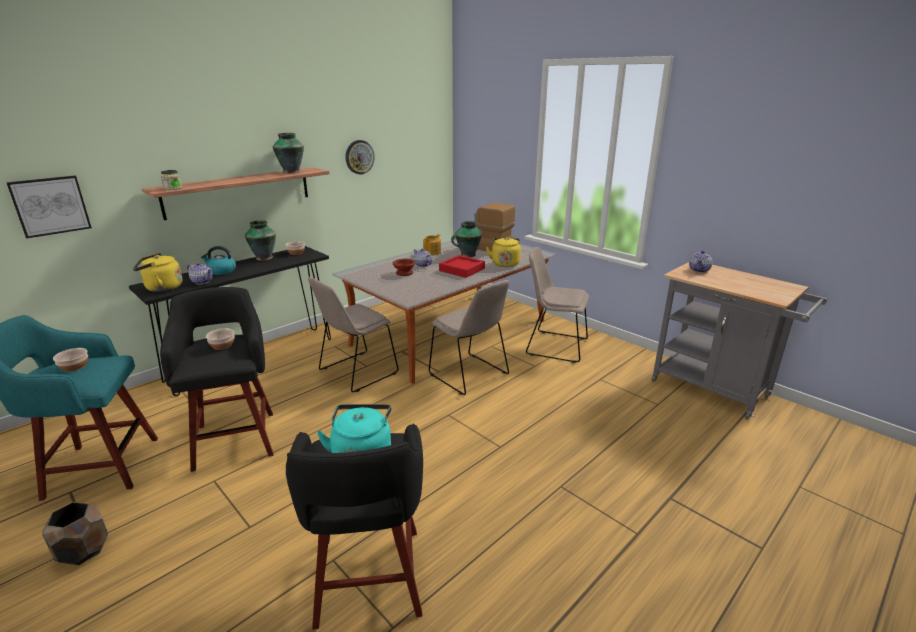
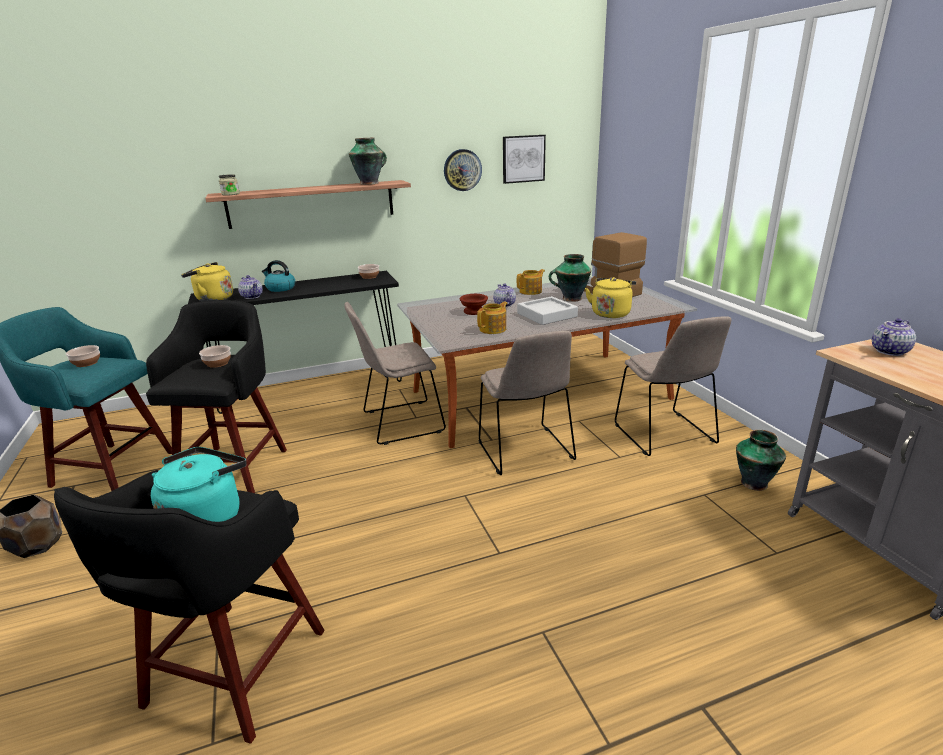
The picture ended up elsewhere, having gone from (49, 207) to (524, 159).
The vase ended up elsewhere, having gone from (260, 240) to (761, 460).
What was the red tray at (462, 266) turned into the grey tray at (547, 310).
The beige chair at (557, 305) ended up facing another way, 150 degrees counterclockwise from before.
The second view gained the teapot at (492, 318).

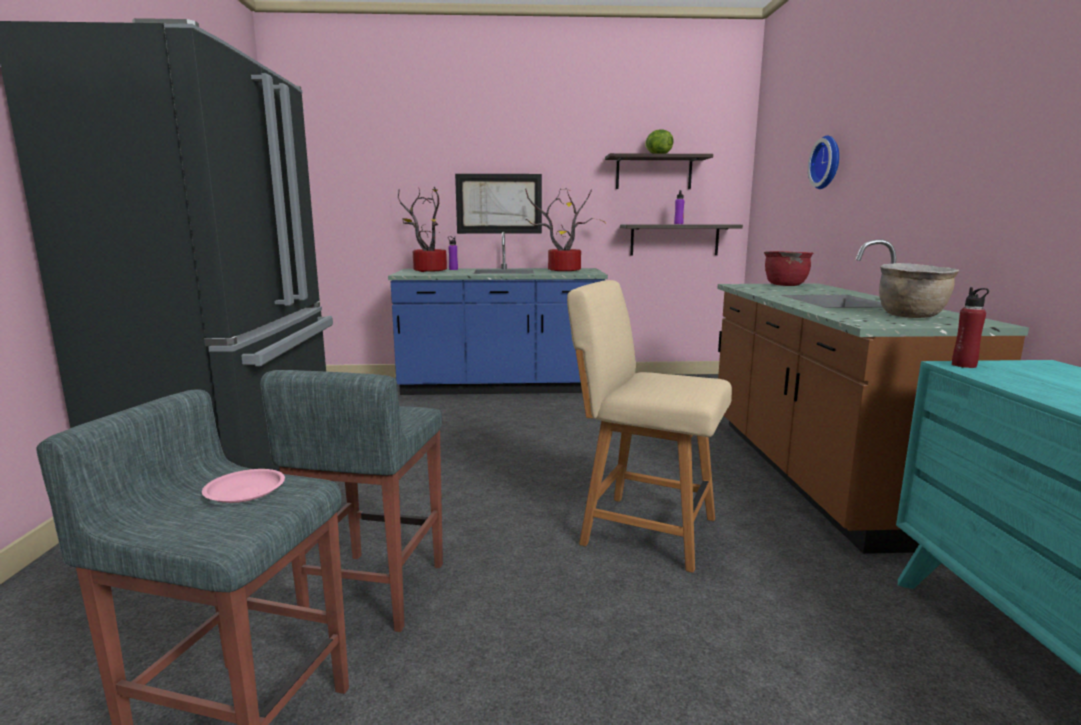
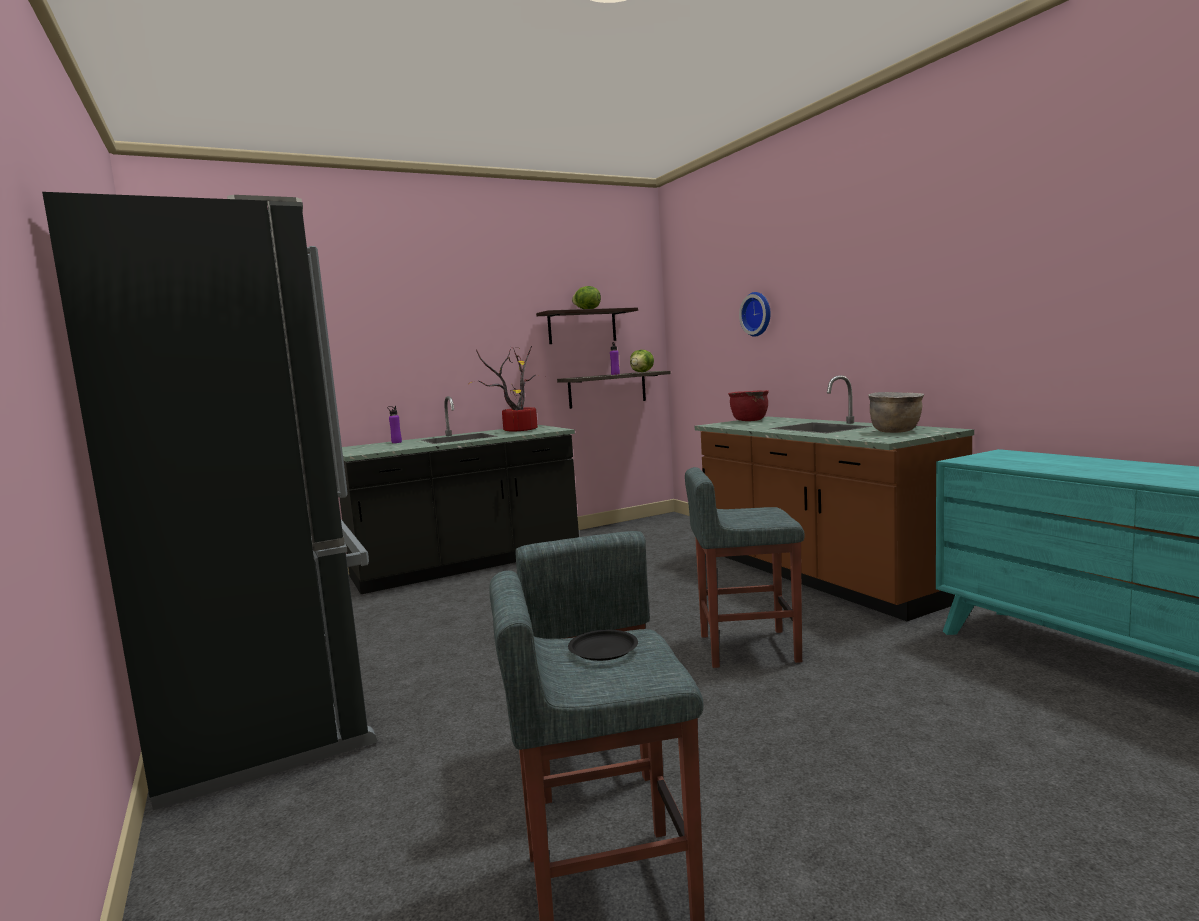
What was the pink plate at (243, 486) turned into the black plate at (603, 645).
What was the blue counter at (498, 313) turned into the black counter at (459, 495).
The second view lost the potted plant at (422, 229).
The second view lost the picture at (498, 204).
Where the beige chair stood at (649, 426), the grey stool came to stand at (745, 567).
The second view lost the red bottle at (970, 327).
The second view gained the lettuce at (642, 361).

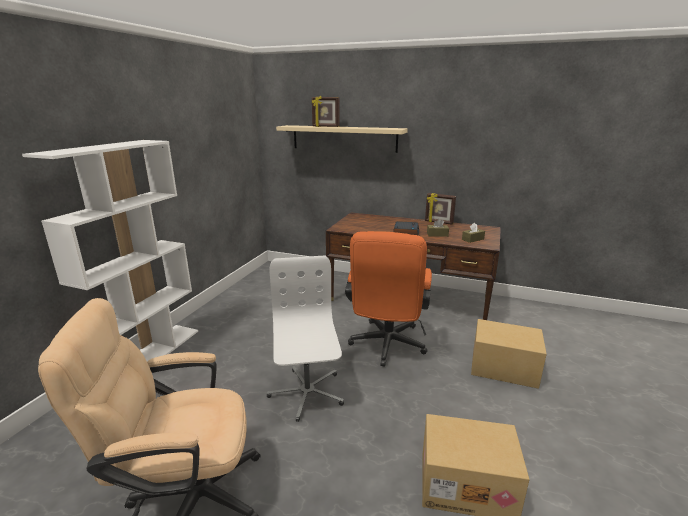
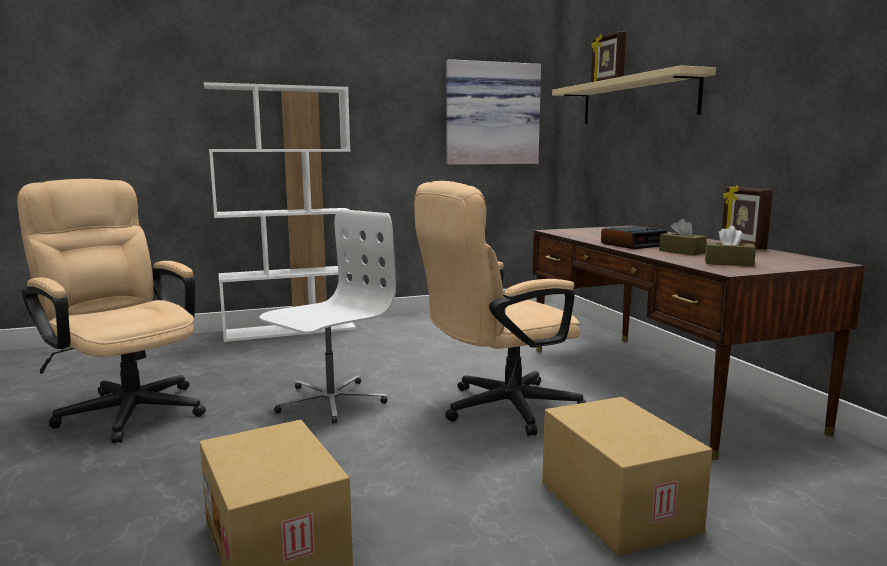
What was the orange office chair at (388, 298) turned into the beige office chair at (500, 308).
The second view gained the picture at (493, 112).

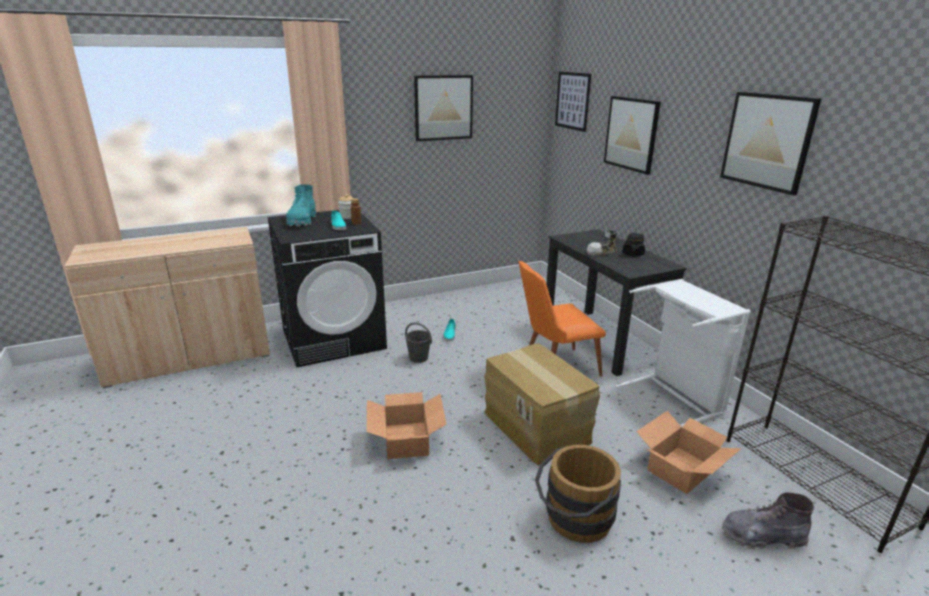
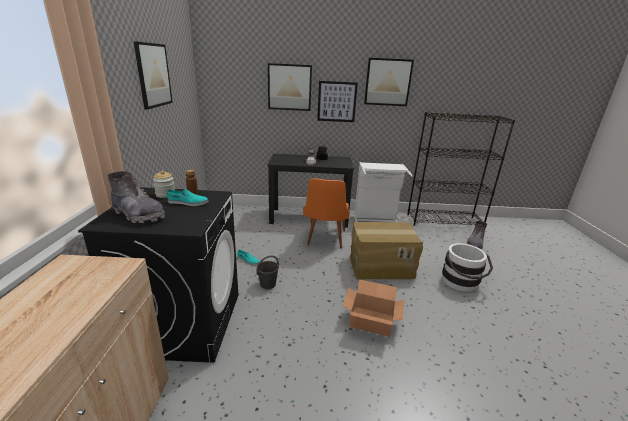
What was the turquoise boot at (301, 205) turned into the grey boot at (136, 197).
What was the brown bucket at (578, 494) turned into the white bucket at (467, 267).
The picture ended up elsewhere, having gone from (573, 102) to (337, 101).
The second view lost the cardboard box at (689, 452).

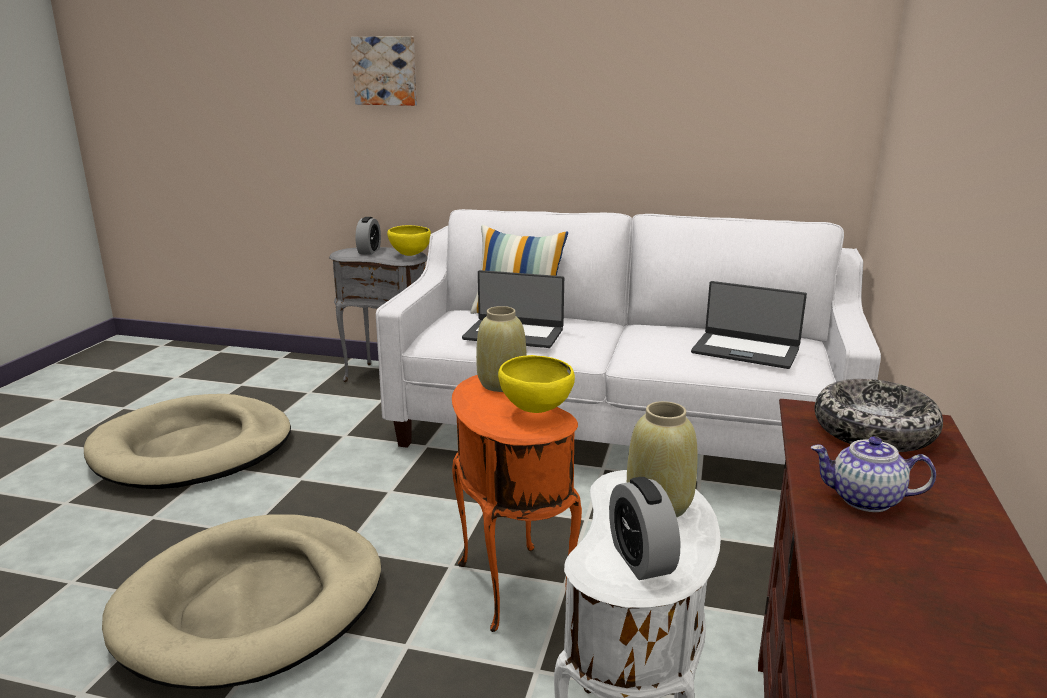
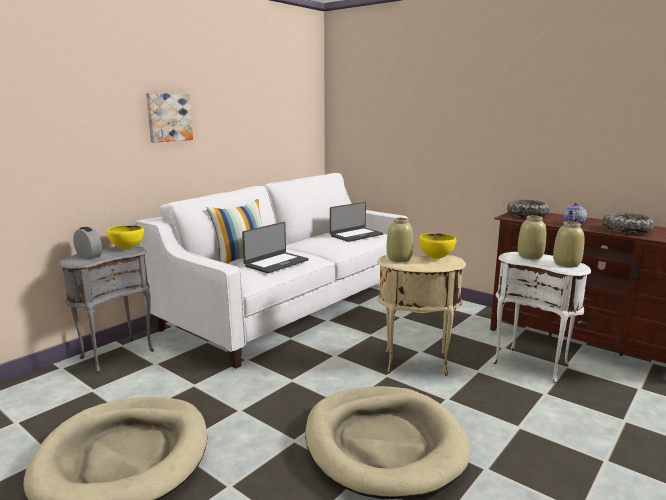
The picture ended up elsewhere, having gone from (384, 71) to (169, 117).
What was the orange side table at (517, 503) turned into the beige side table at (421, 315).
Where the alarm clock stood at (644, 528), the beige vase came to stand at (568, 244).
The second view gained the bowl at (628, 223).

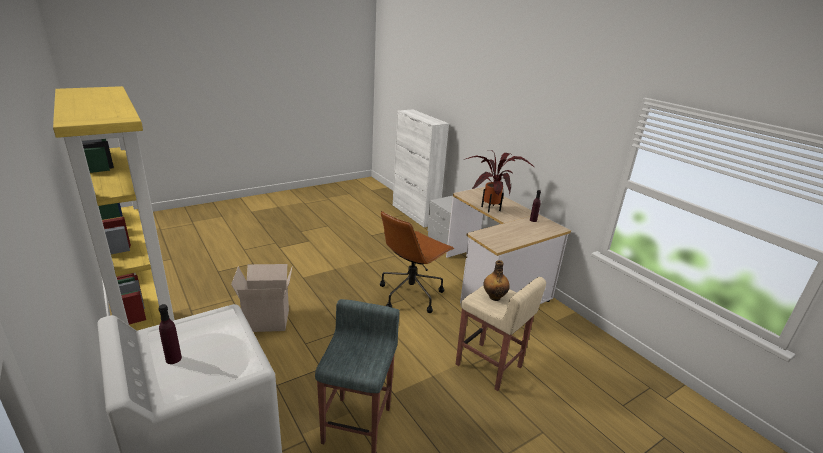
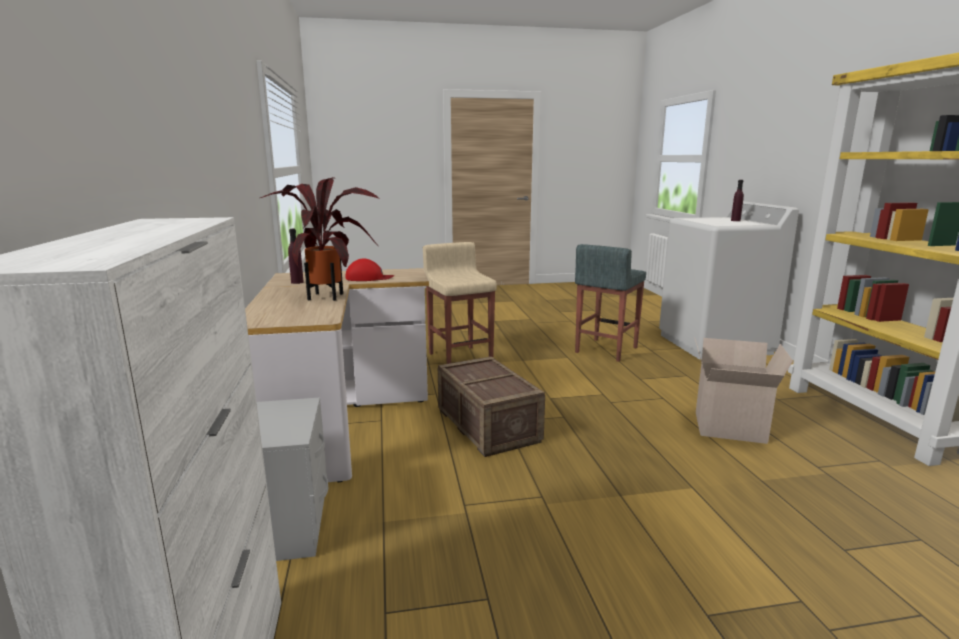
Where the brown office chair stood at (417, 262), the crate came to stand at (491, 406).
The second view lost the bottle at (496, 280).
The second view gained the red cap at (369, 270).

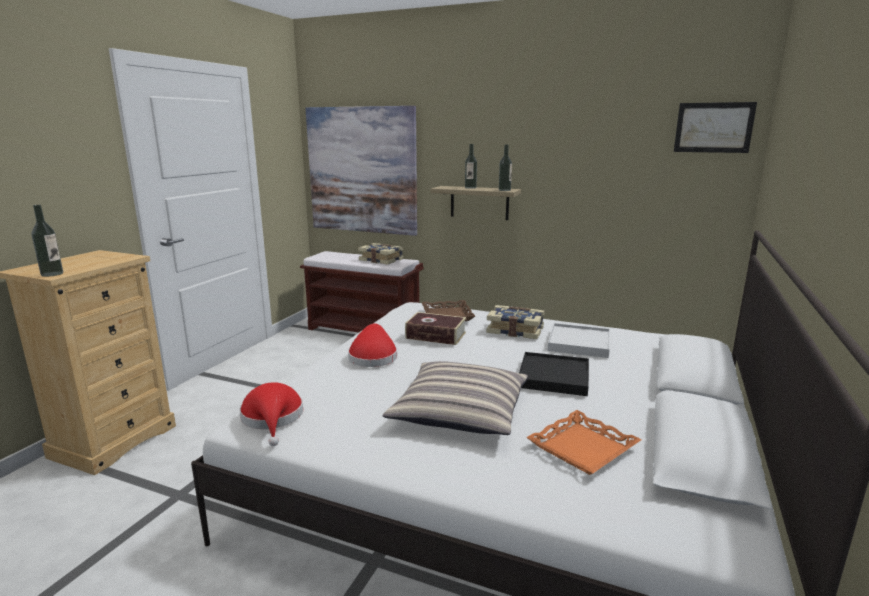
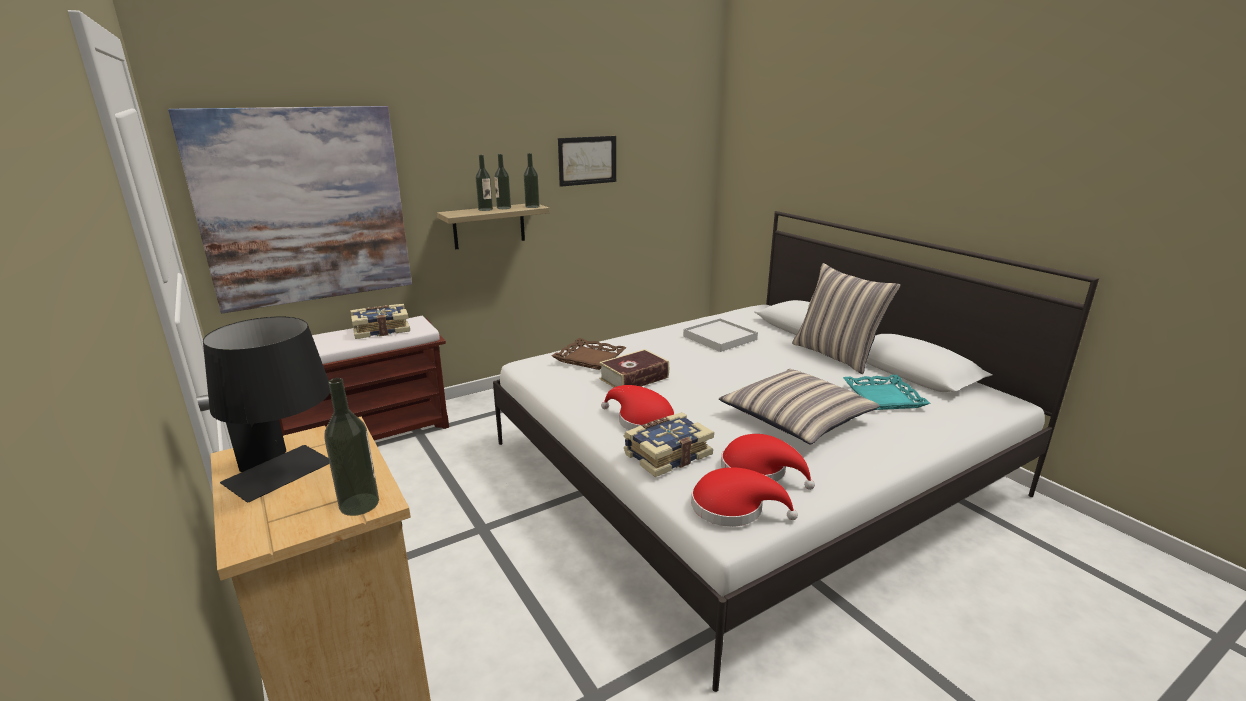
The book ended up elsewhere, having gone from (515, 322) to (669, 444).
The second view lost the black tray at (554, 374).
What was the orange tray at (584, 442) turned into the turquoise tray at (887, 392).
The picture ended up elsewhere, having gone from (715, 127) to (587, 161).
The second view gained the black table lamp at (266, 409).
The second view gained the bottle at (502, 181).
The second view gained the red hat at (768, 462).
The second view gained the pillow at (846, 318).

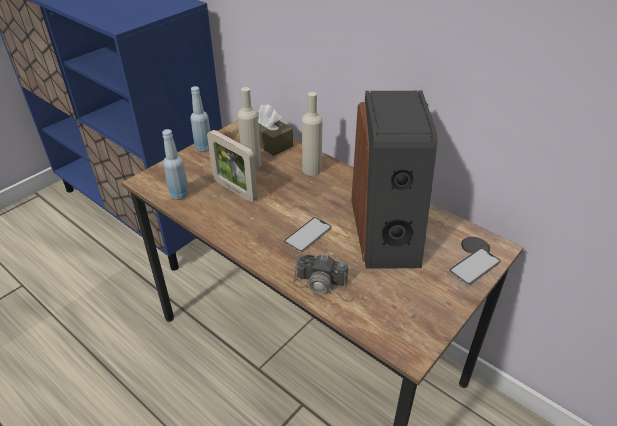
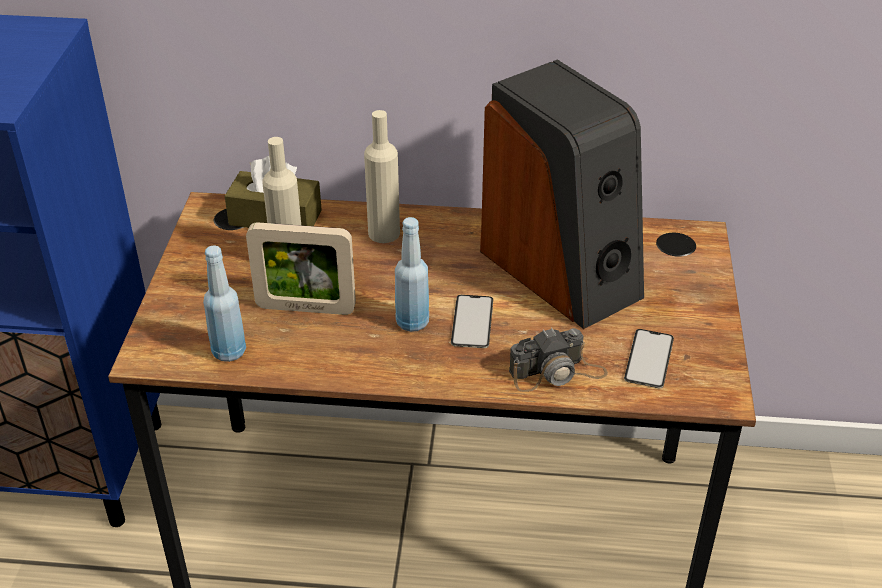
The blue bottle ended up elsewhere, having gone from (201, 119) to (412, 274).
The phone ended up elsewhere, having gone from (475, 266) to (649, 358).

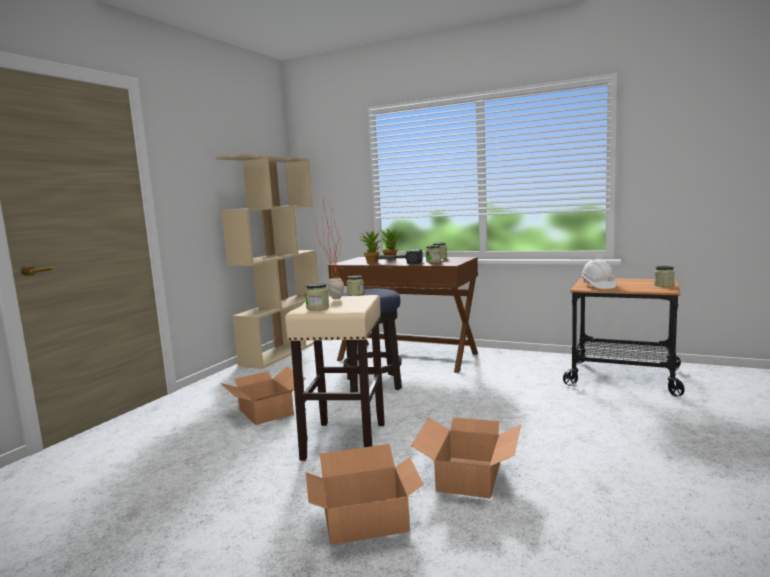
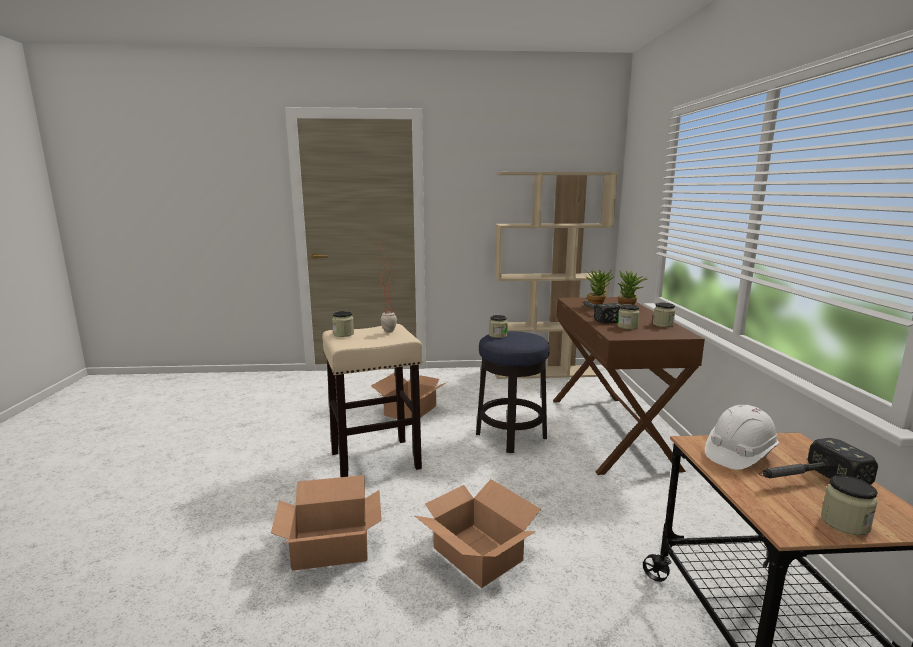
The cardboard box ended up elsewhere, having gone from (365, 494) to (478, 533).
The second view gained the hammer at (818, 461).

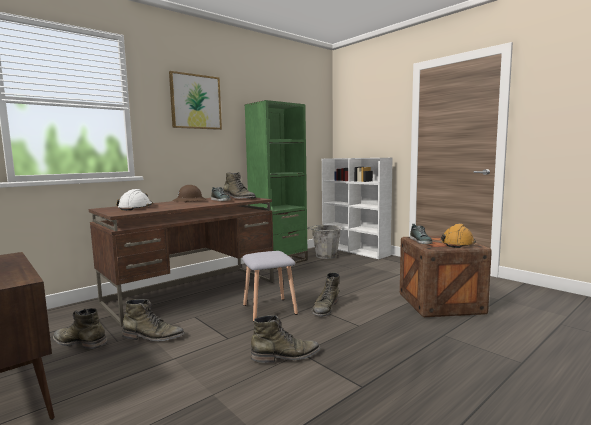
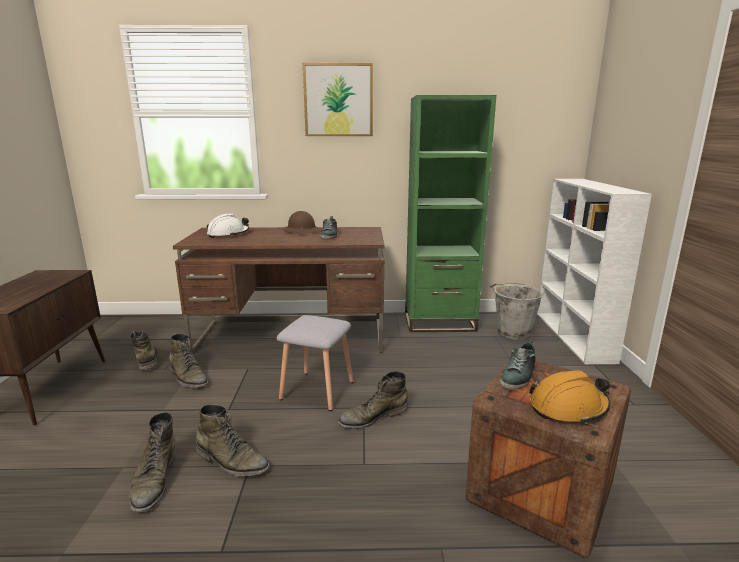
The green boot ended up elsewhere, having gone from (240, 185) to (152, 462).

